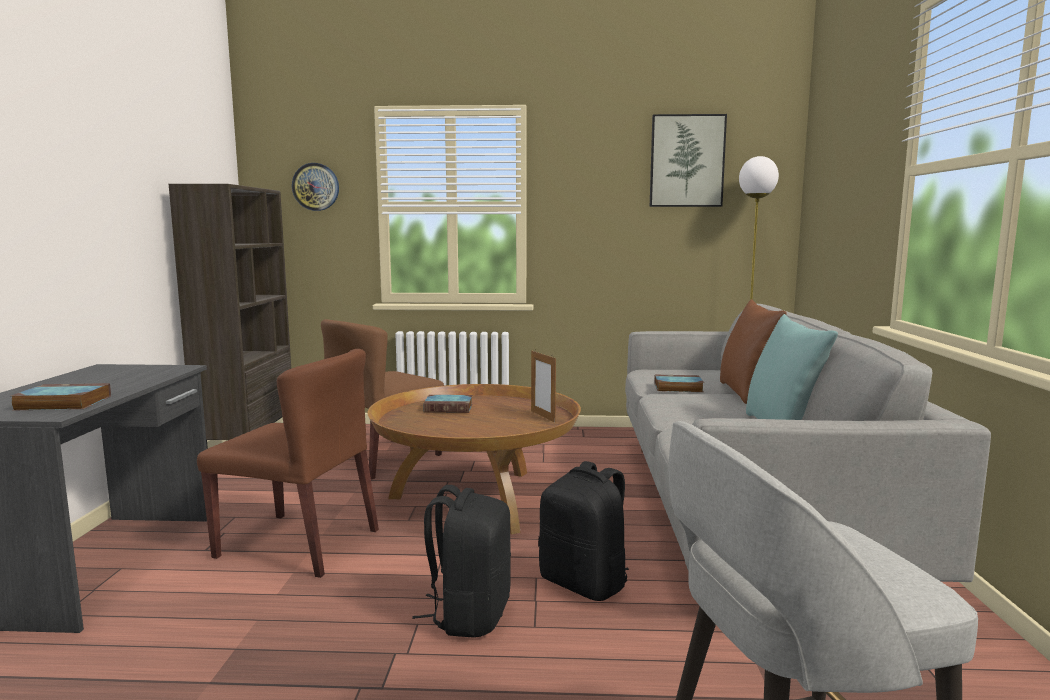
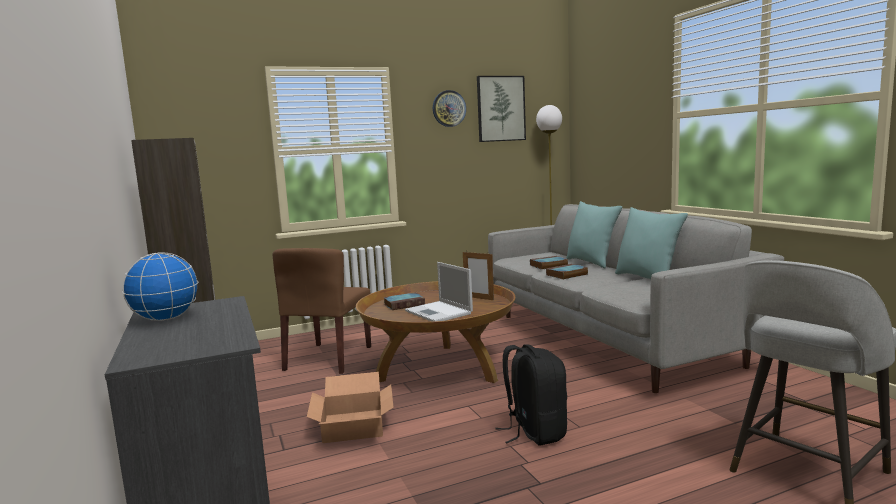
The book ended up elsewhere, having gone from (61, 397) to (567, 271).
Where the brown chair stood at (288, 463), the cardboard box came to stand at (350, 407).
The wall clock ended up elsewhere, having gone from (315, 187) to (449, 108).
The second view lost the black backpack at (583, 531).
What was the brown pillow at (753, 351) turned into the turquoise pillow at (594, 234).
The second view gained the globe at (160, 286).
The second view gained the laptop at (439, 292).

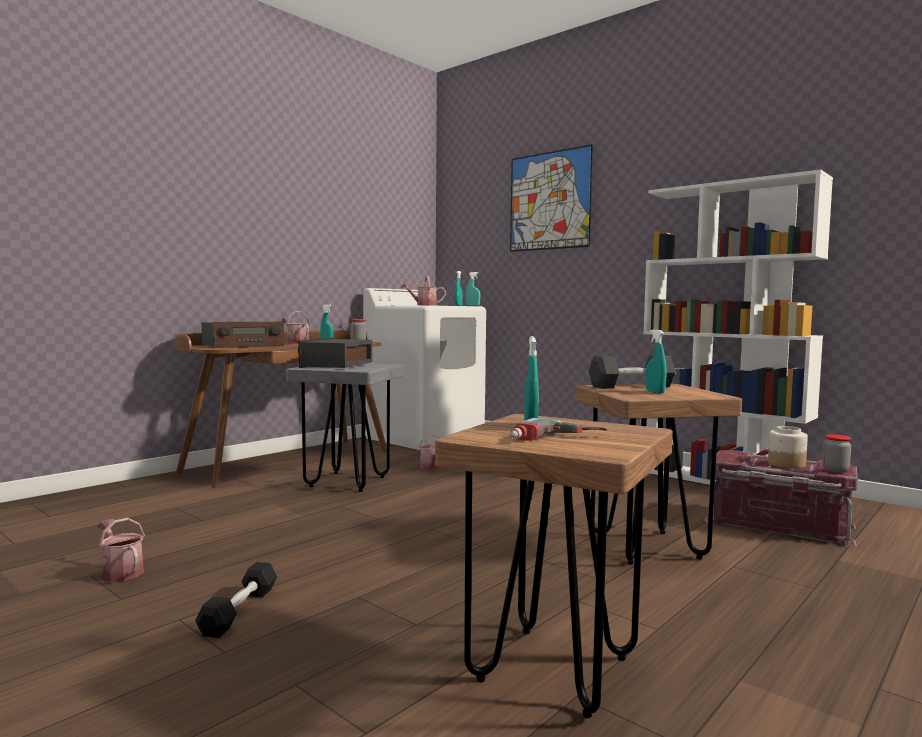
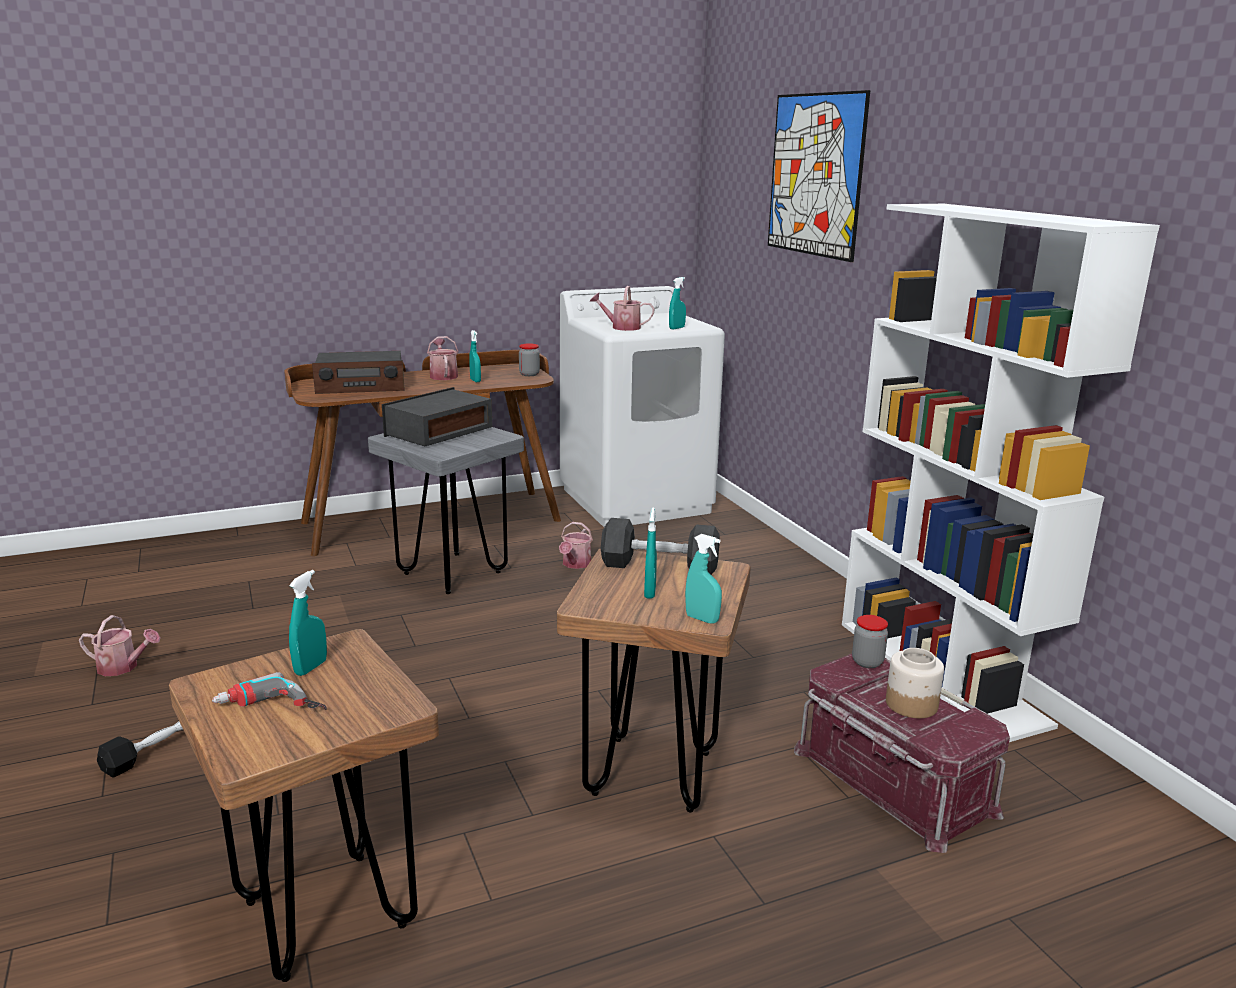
The watering can at (121, 549) ended up facing another way, 120 degrees clockwise from before.
The turquoise spray bottle ended up elsewhere, having gone from (473, 289) to (703, 579).
The jar ended up elsewhere, having gone from (836, 453) to (870, 641).

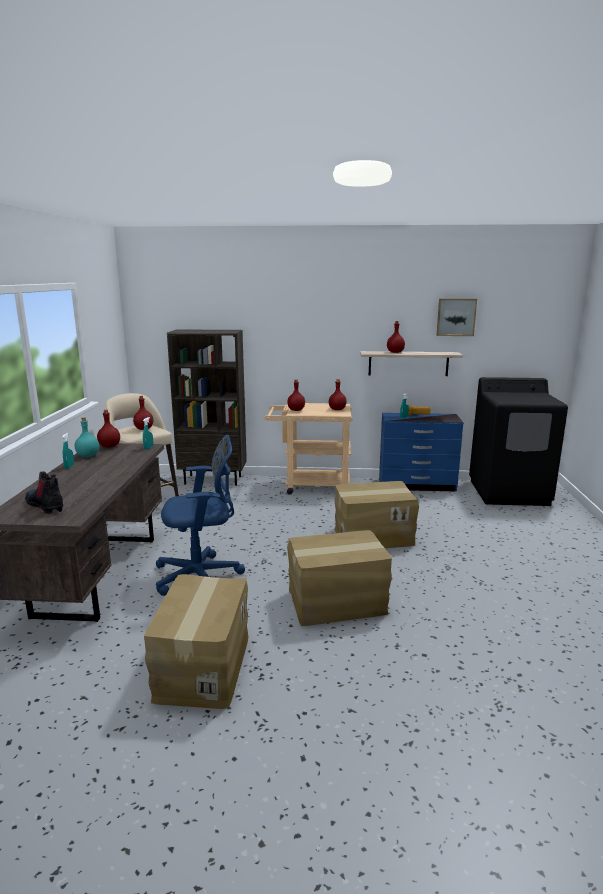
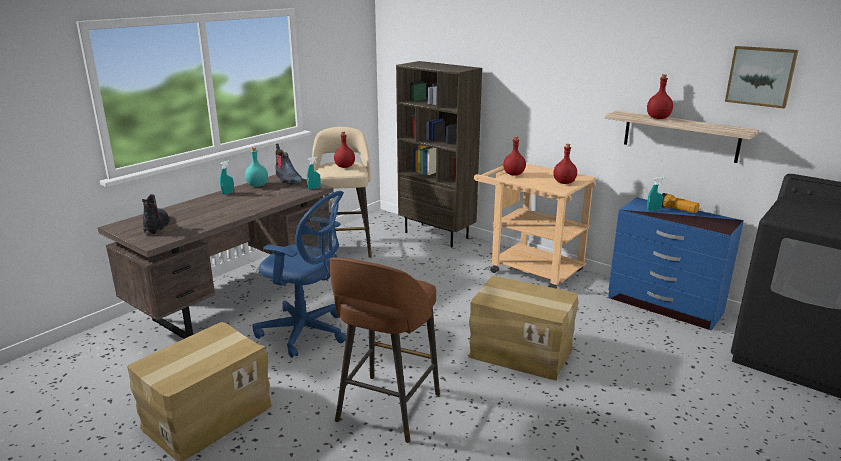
Where the red bottle stood at (108, 429), the boot came to stand at (289, 164).
Where the cardboard box stood at (339, 578), the brown stool came to stand at (385, 350).

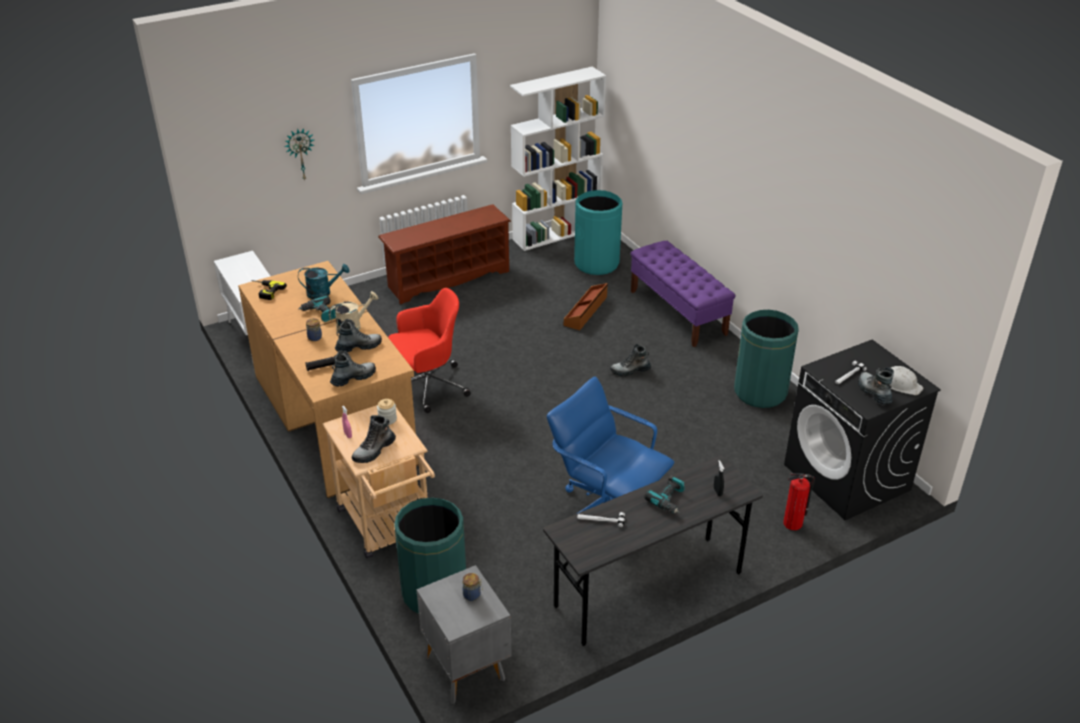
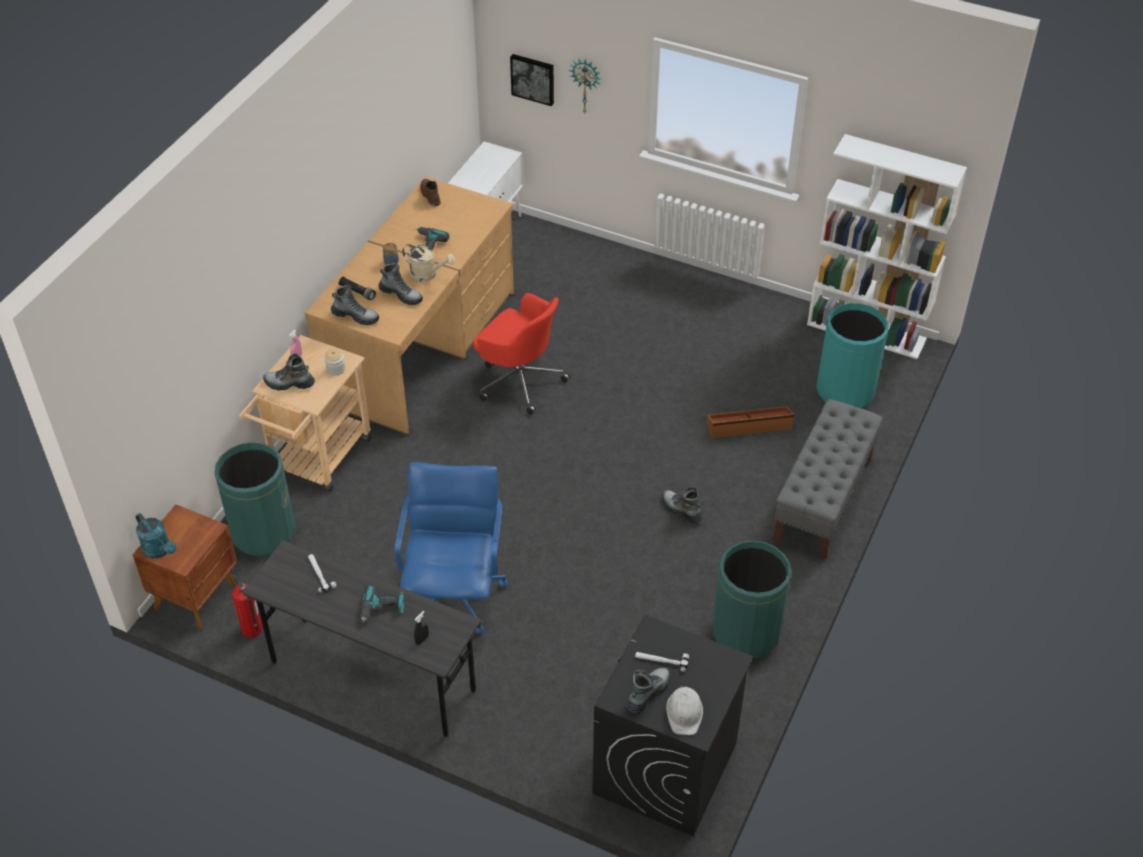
Where the power drill stood at (269, 290), the brown boot came to stand at (430, 192).
The turquoise watering can ended up elsewhere, having gone from (324, 281) to (156, 536).
The second view lost the brown shoe rack at (444, 254).
What was the grey nightstand at (464, 634) turned into the brown nightstand at (185, 567).
The second view lost the jar at (473, 587).
What was the purple bench at (683, 294) turned into the grey bench at (828, 479).
The fire extinguisher ended up elsewhere, having gone from (799, 502) to (247, 606).
The second view gained the picture at (532, 80).

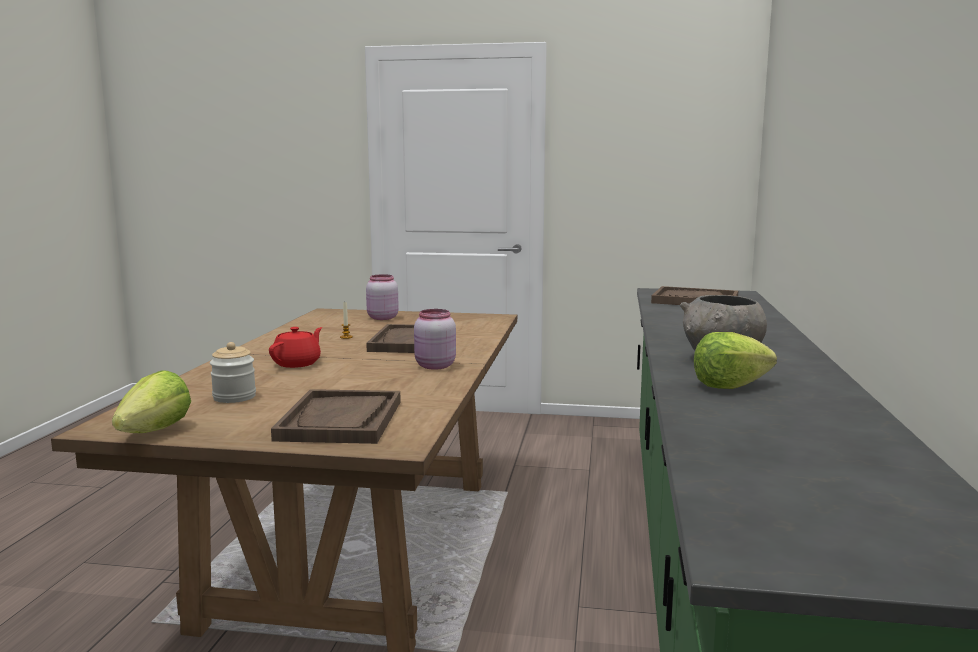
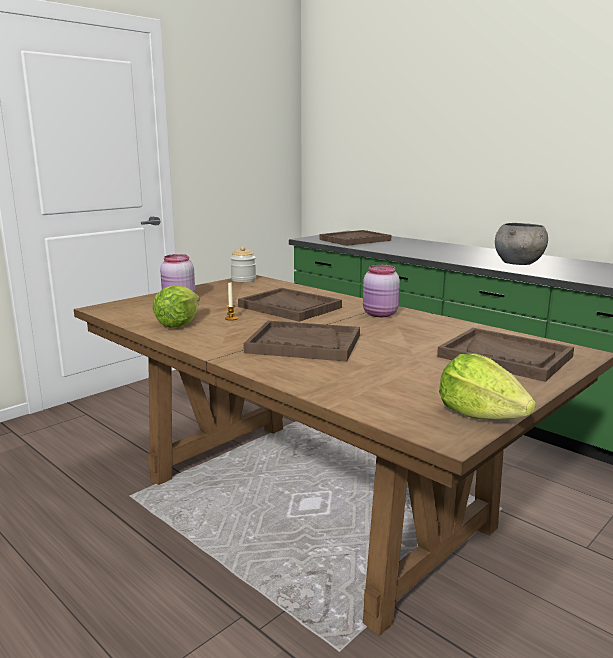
The jar ended up elsewhere, having gone from (233, 372) to (243, 264).
Where the red teapot stood at (295, 347), the brown tray came to stand at (301, 341).
The lettuce ended up elsewhere, having gone from (735, 360) to (176, 306).

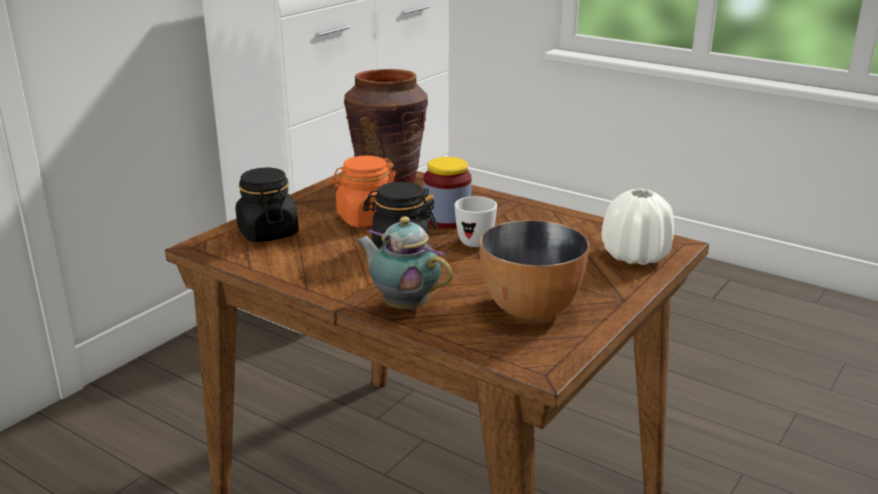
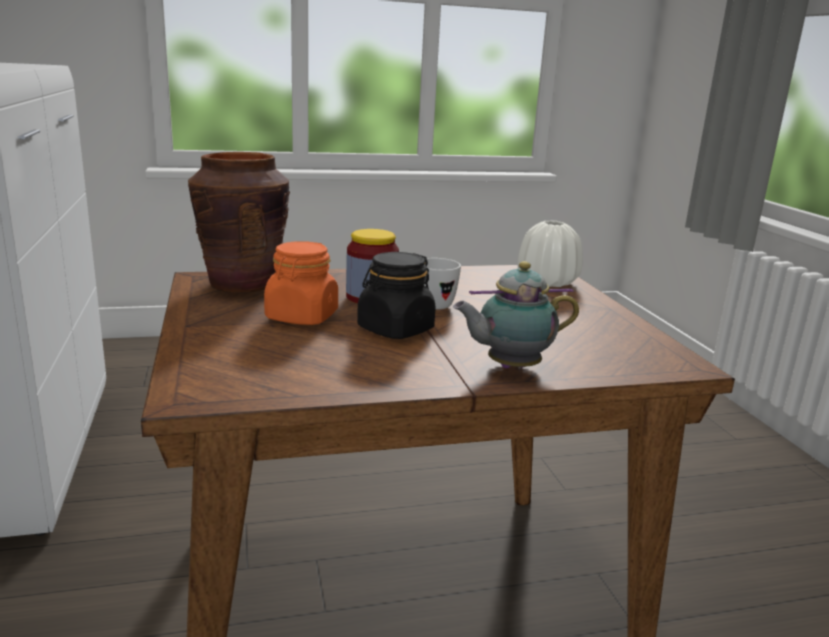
The second view lost the black jar at (267, 205).
The second view lost the bowl at (534, 269).

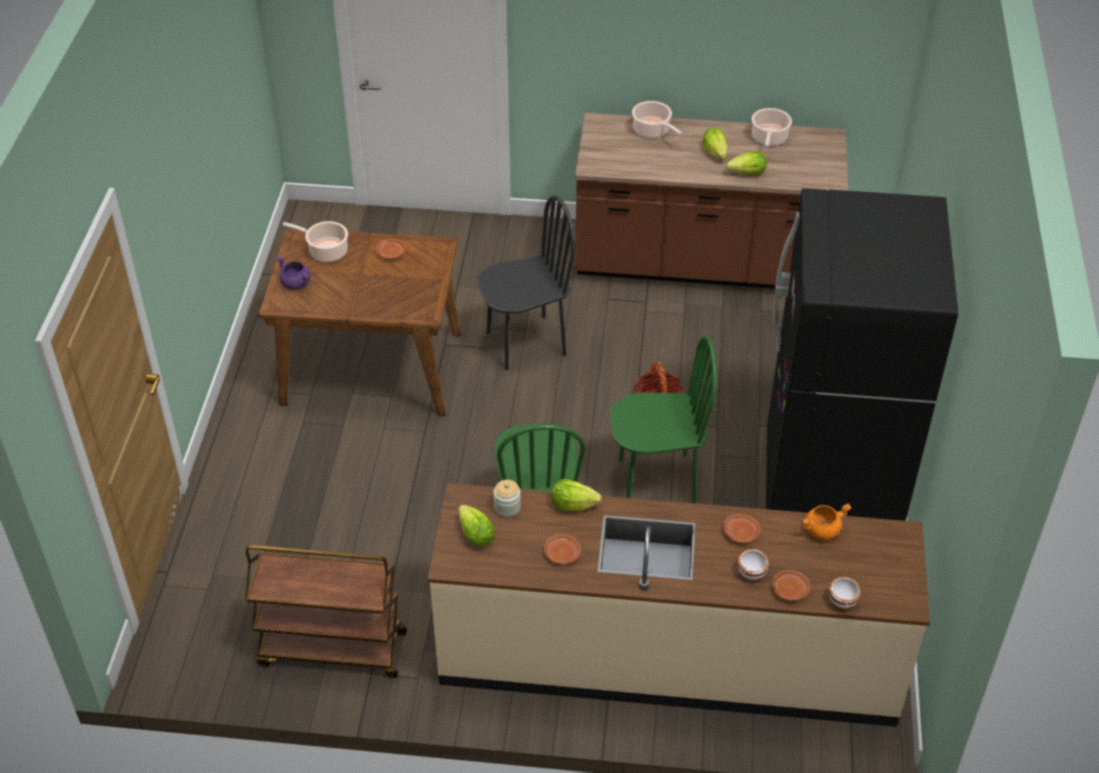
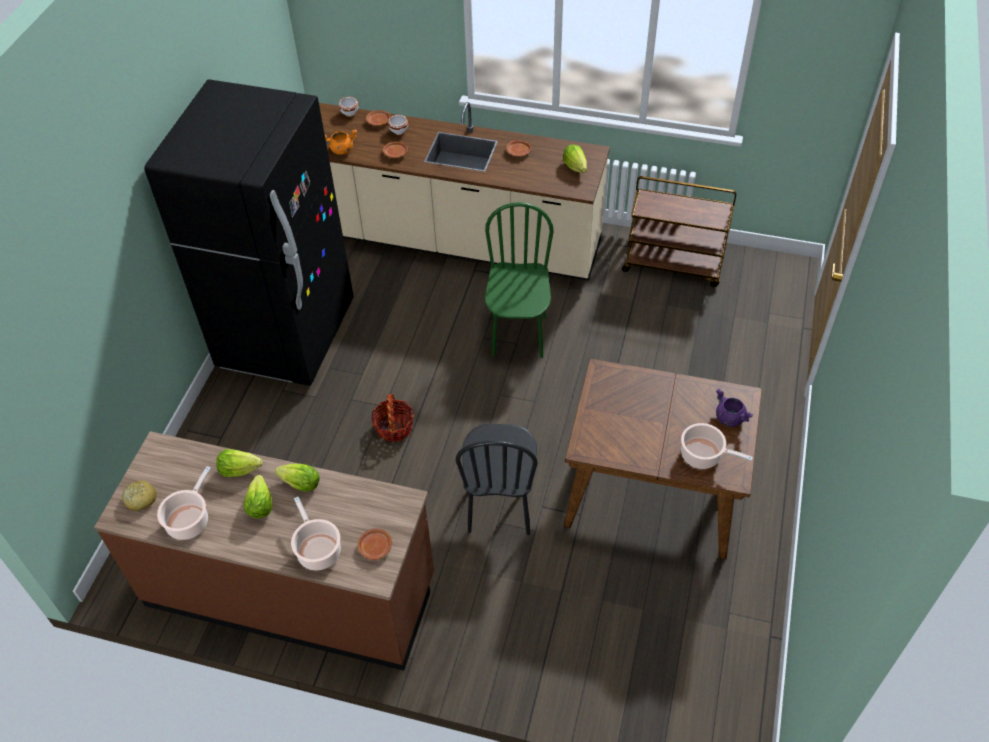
The brown plate ended up elsewhere, having gone from (391, 248) to (375, 544).
The black chair at (526, 282) ended up facing another way, 75 degrees counterclockwise from before.
The second view lost the jar at (507, 498).
The lettuce ended up elsewhere, having gone from (576, 495) to (297, 478).
The second view lost the green chair at (663, 419).
The second view gained the bread at (139, 496).

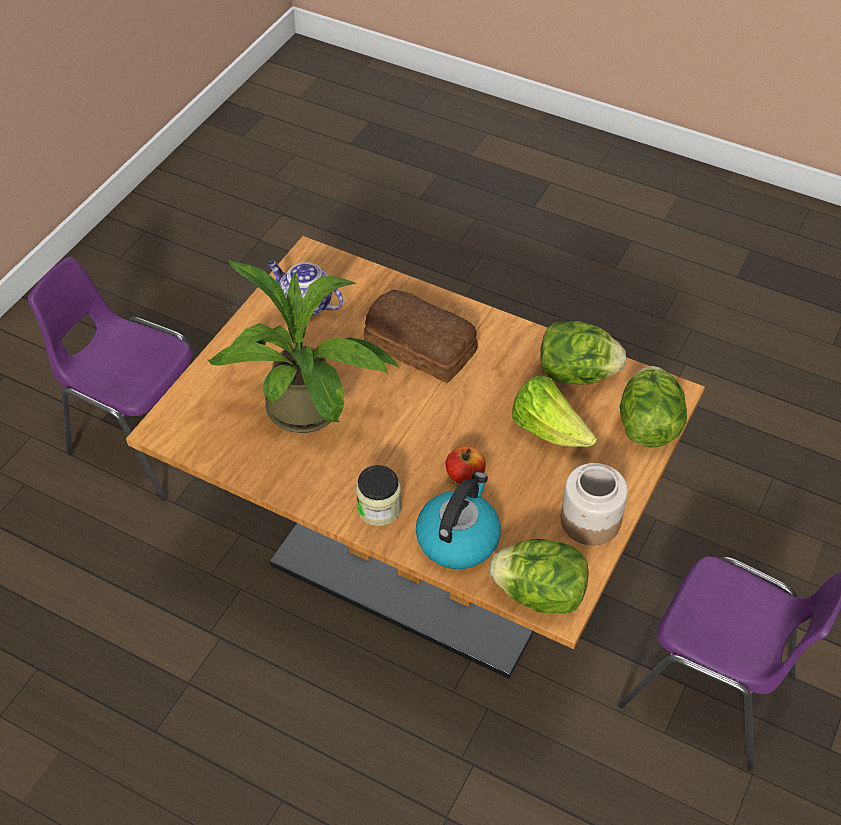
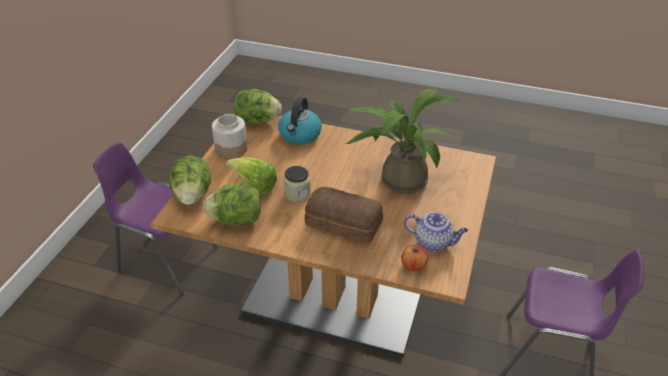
The jar ended up elsewhere, having gone from (378, 495) to (297, 184).
The apple ended up elsewhere, having gone from (466, 465) to (414, 258).

